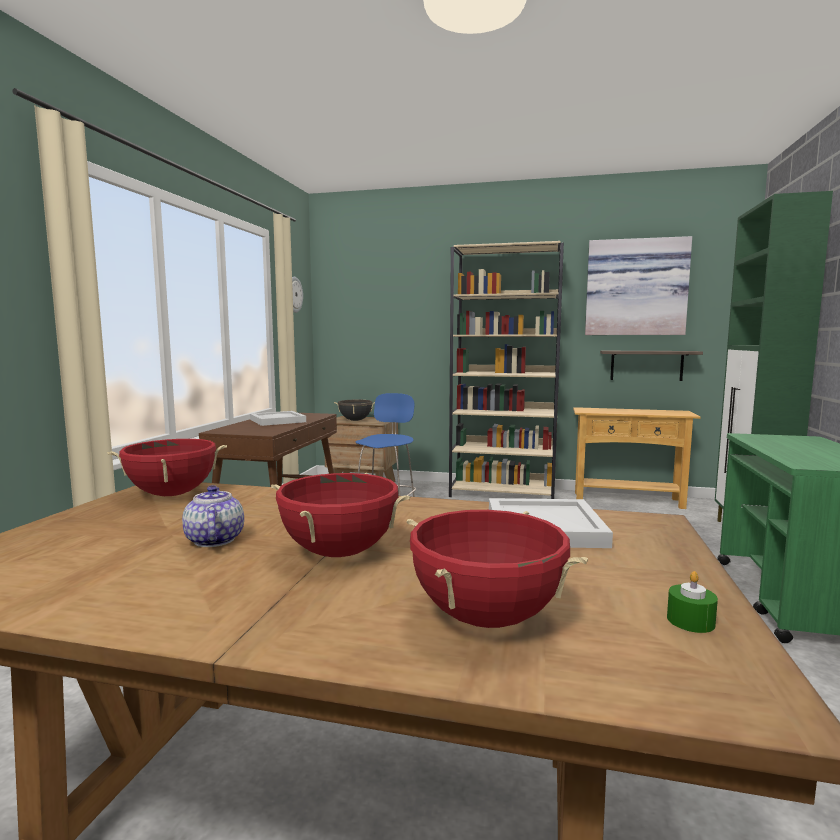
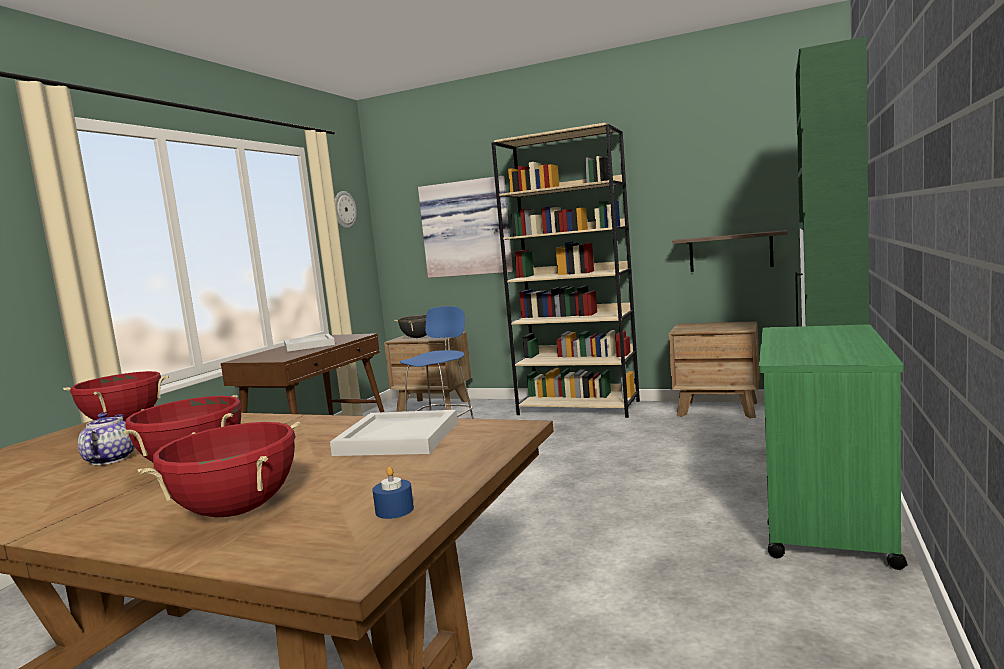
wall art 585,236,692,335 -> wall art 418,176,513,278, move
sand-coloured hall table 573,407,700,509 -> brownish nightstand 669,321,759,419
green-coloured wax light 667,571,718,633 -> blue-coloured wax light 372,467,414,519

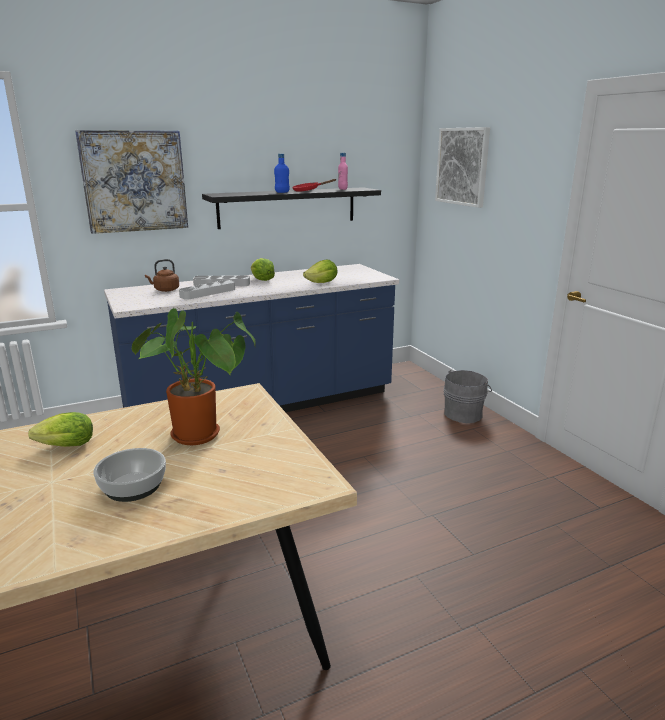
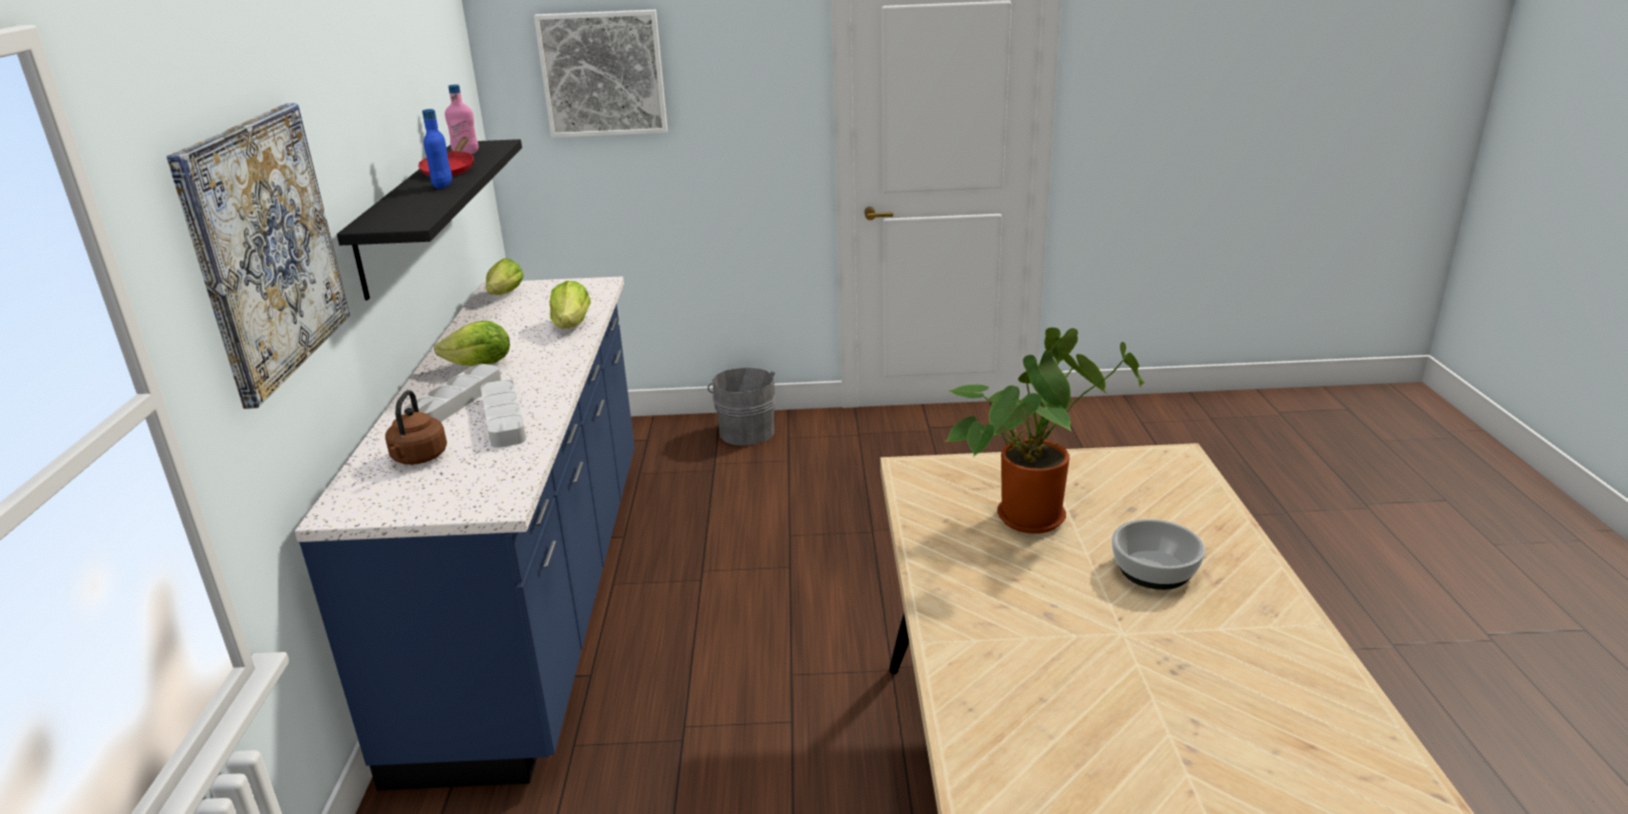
lettuce 28,412,93,447 -> lettuce 486,258,524,295, move

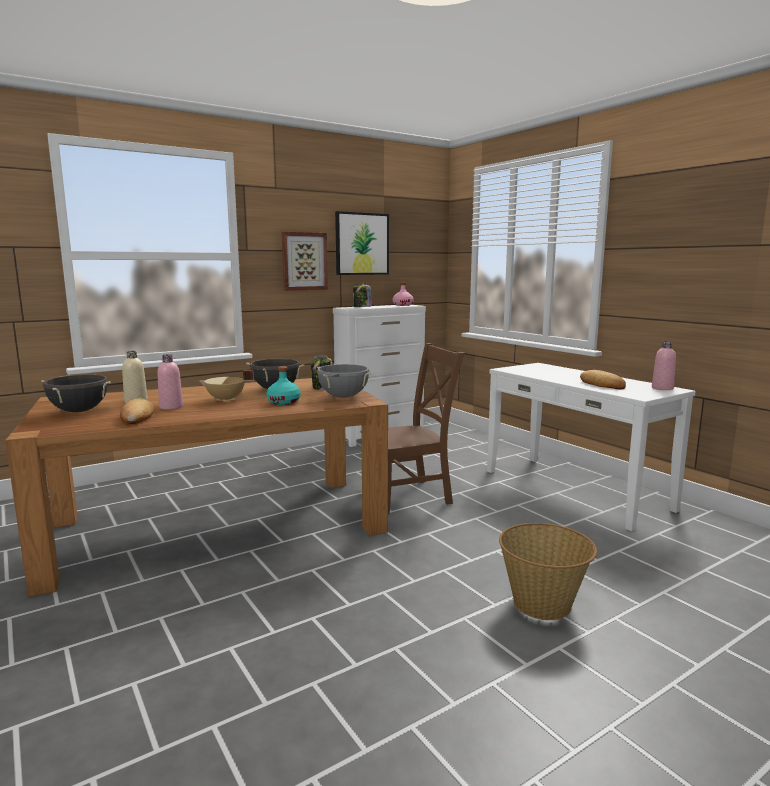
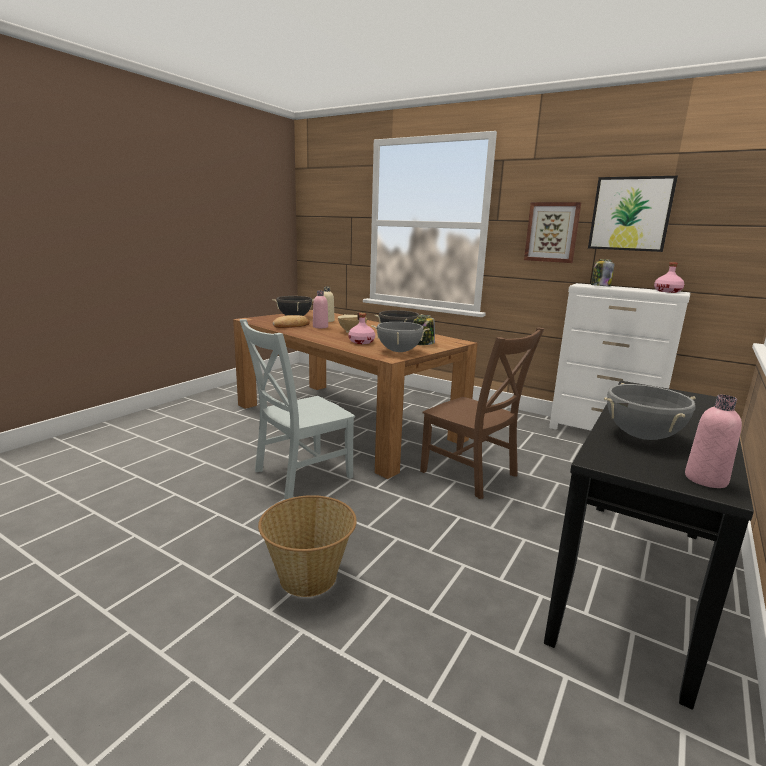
none -> greyish upright chair 239,319,355,499
bread 580,370,626,389 -> greyish saucepot 604,383,696,440
turquoise-coloured drink bottle 266,366,300,405 -> pinkish drink bottle 348,313,375,344
whitish hall table 487,363,696,531 -> black-coloured hall table 544,381,754,710

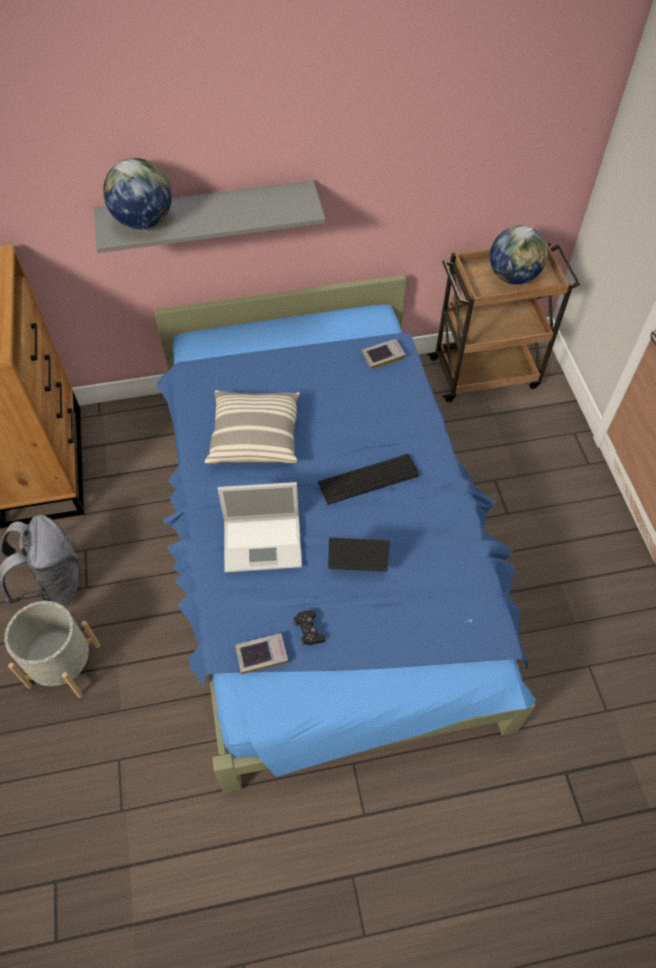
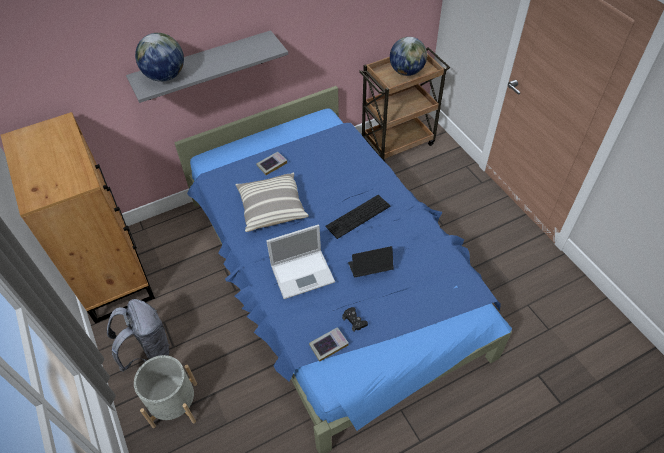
bound book 362,339,406,369 -> bound book 256,152,287,175, move

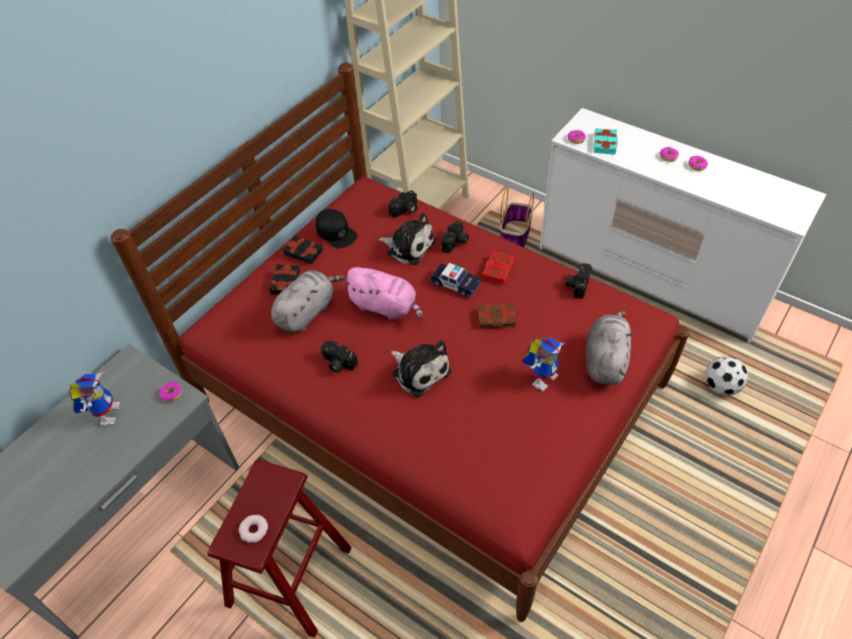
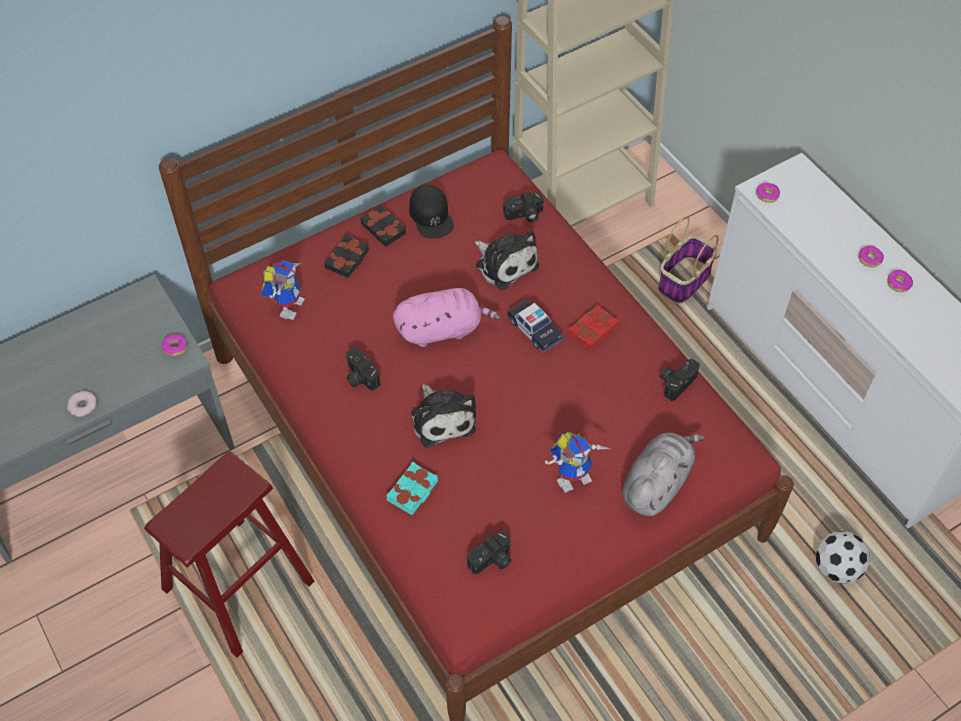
greyish cuddly toy 271,270,345,332 -> none
brownish bound book 478,304,516,328 -> none
robot figure 69,372,120,426 -> robot figure 261,260,305,320, move
donut 239,515,268,543 -> donut 67,391,97,417, move
still camera 442,221,469,253 -> still camera 467,531,511,574, move
turquoise-coloured bound book 594,128,618,155 -> turquoise-coloured bound book 386,462,438,515, move
pinkish cuddly toy 343,267,423,320 -> pinkish cuddly toy 393,288,501,347, 60 degrees counterclockwise

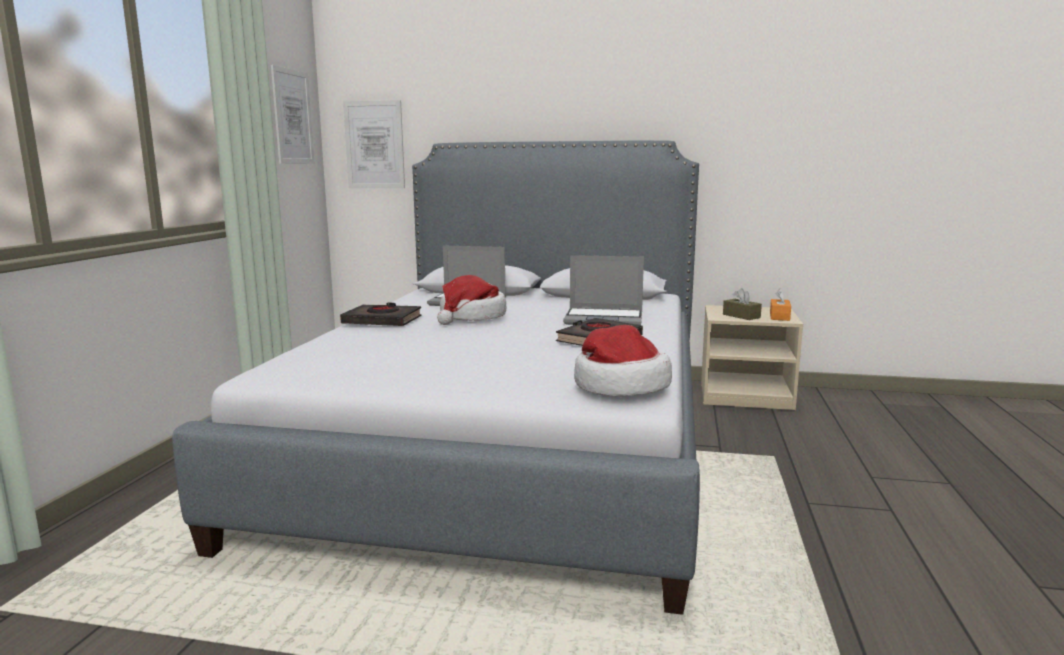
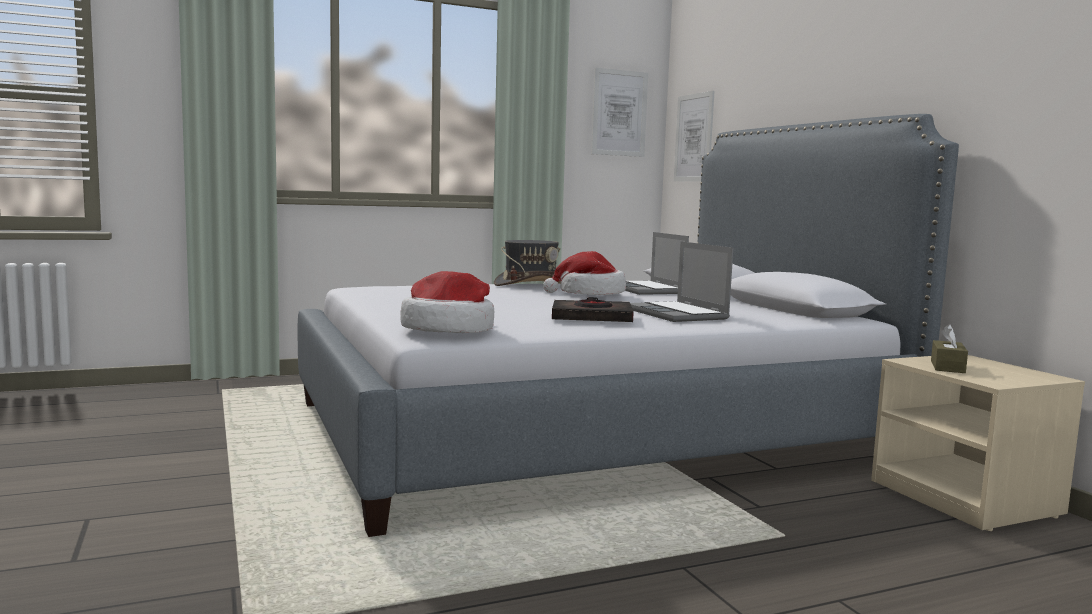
orange-coloured box of tissues 770,288,791,321 -> none
black-coloured bound book 340,302,422,326 -> greyish clothing hat 494,240,561,286

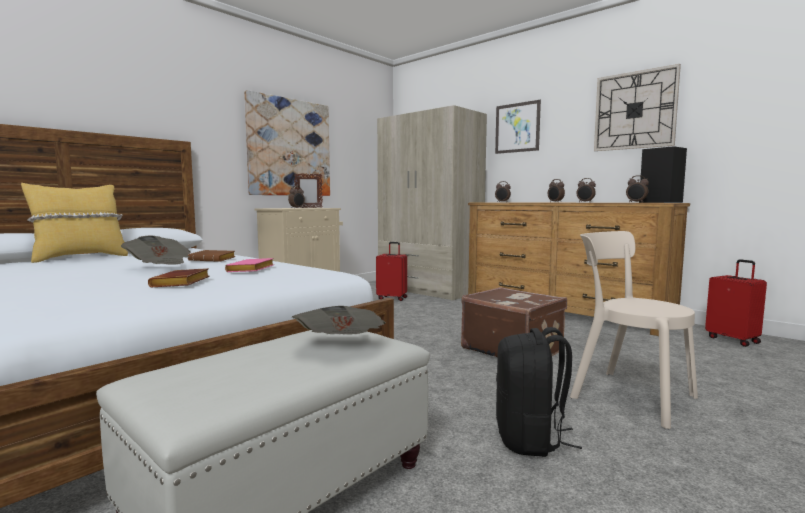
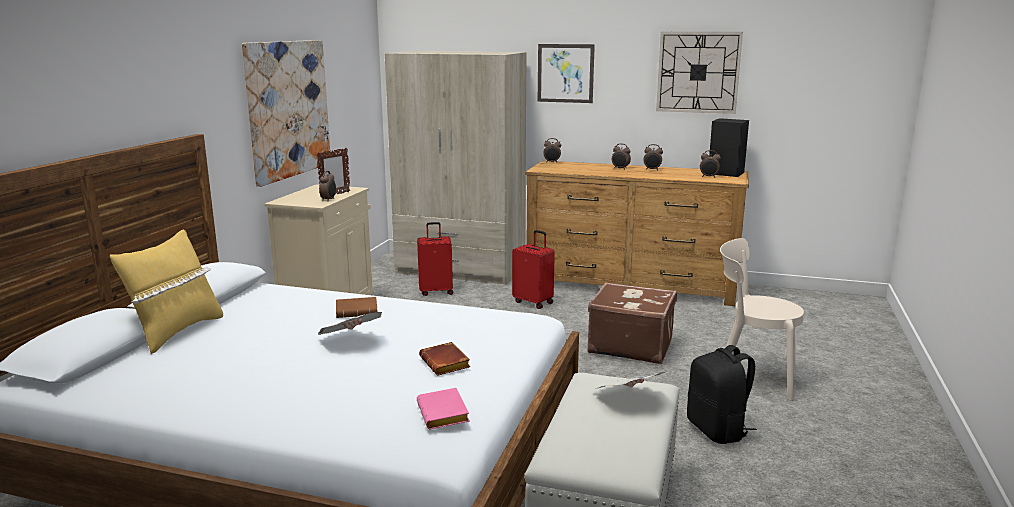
pinkish bound book 225,258,274,272 -> pinkish bound book 417,388,470,429, move
reddish travel case 705,259,767,347 -> reddish travel case 512,230,555,309, move

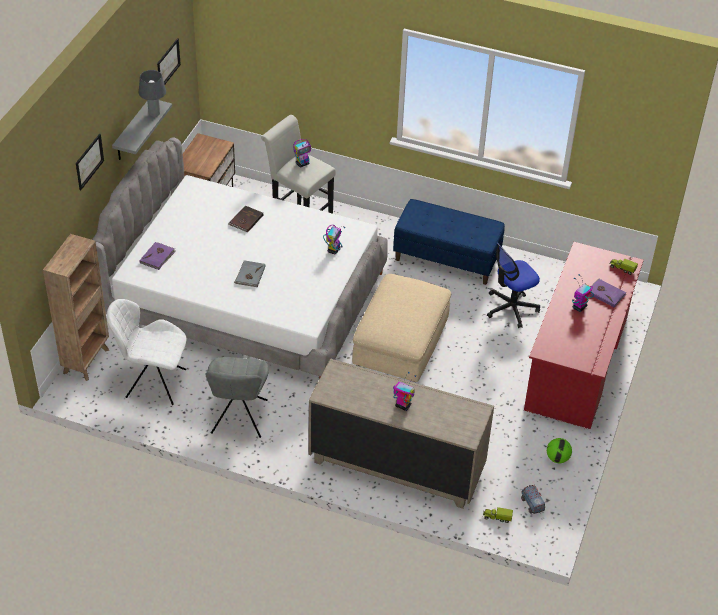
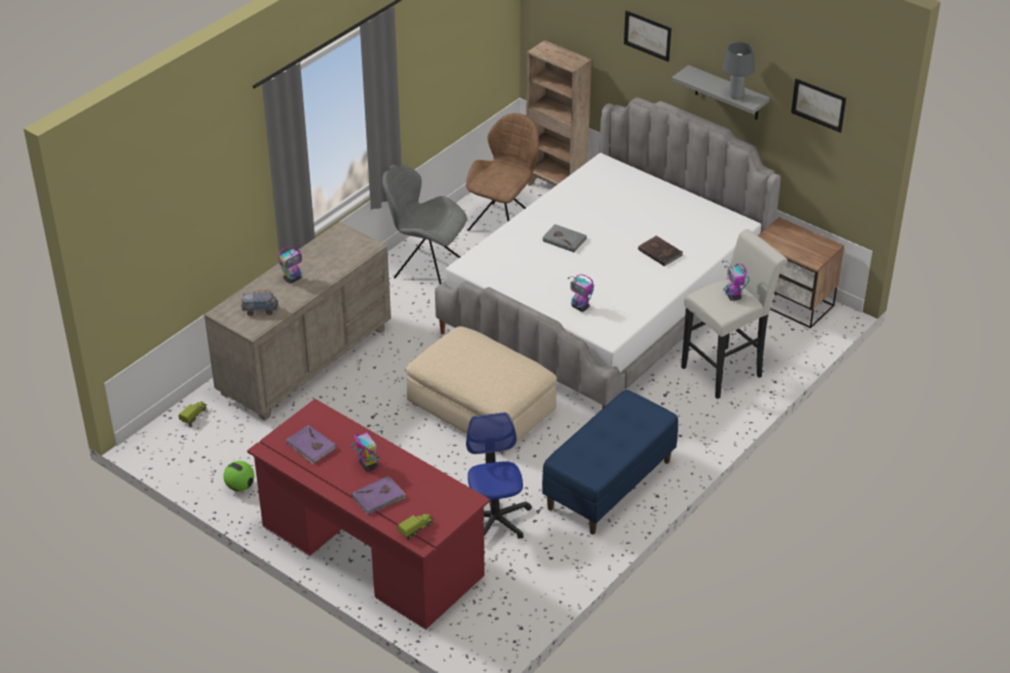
purple bound book 139,242,176,270 -> purple bound book 286,425,337,464, move
toy lorry 521,485,545,514 -> toy lorry 241,290,279,316, move
whitish upright chair 107,299,187,405 -> brownish upright chair 466,113,539,231

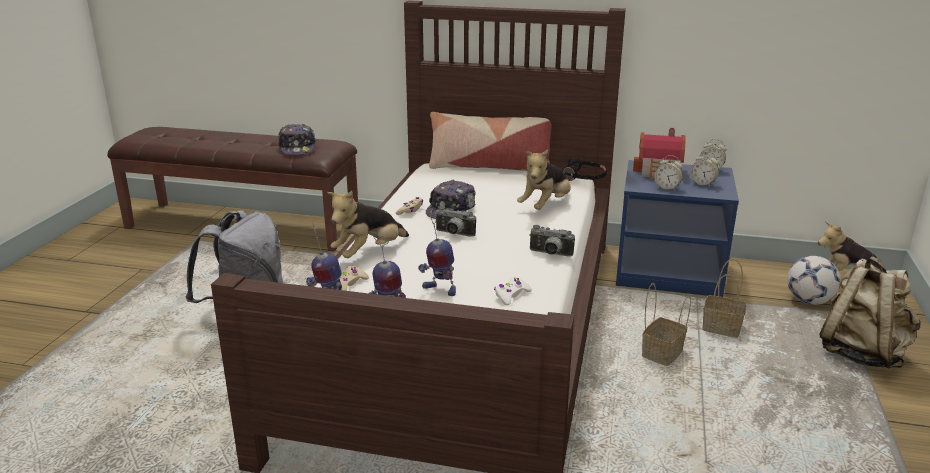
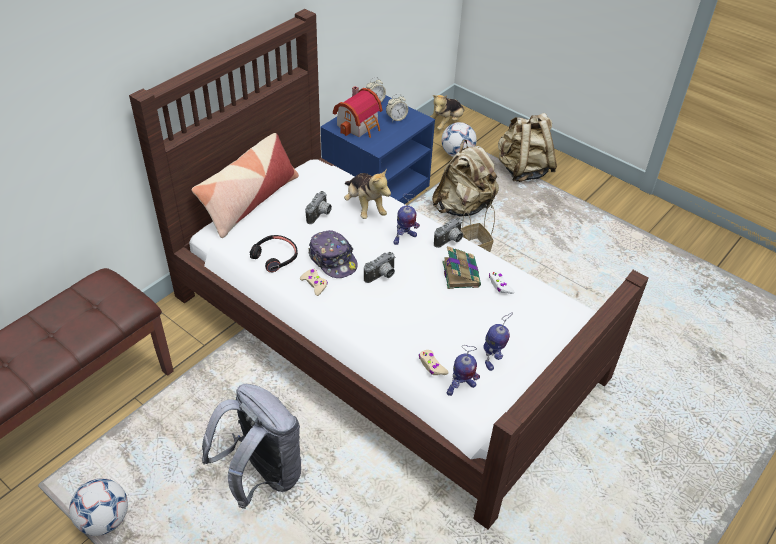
cap 278,124,316,155 -> none
cuddly toy 327,191,409,258 -> none
table clock 654,155,683,191 -> none
none -> football 69,478,128,536
none -> still camera 305,191,332,224
none -> bound book 442,246,481,289
robot figure 418,211,456,296 -> robot figure 393,194,420,245, move
black-coloured headphones 563,157,607,181 -> black-coloured headphones 250,235,298,272, move
basket 702,259,746,338 -> sand-coloured rucksack 432,140,499,217

